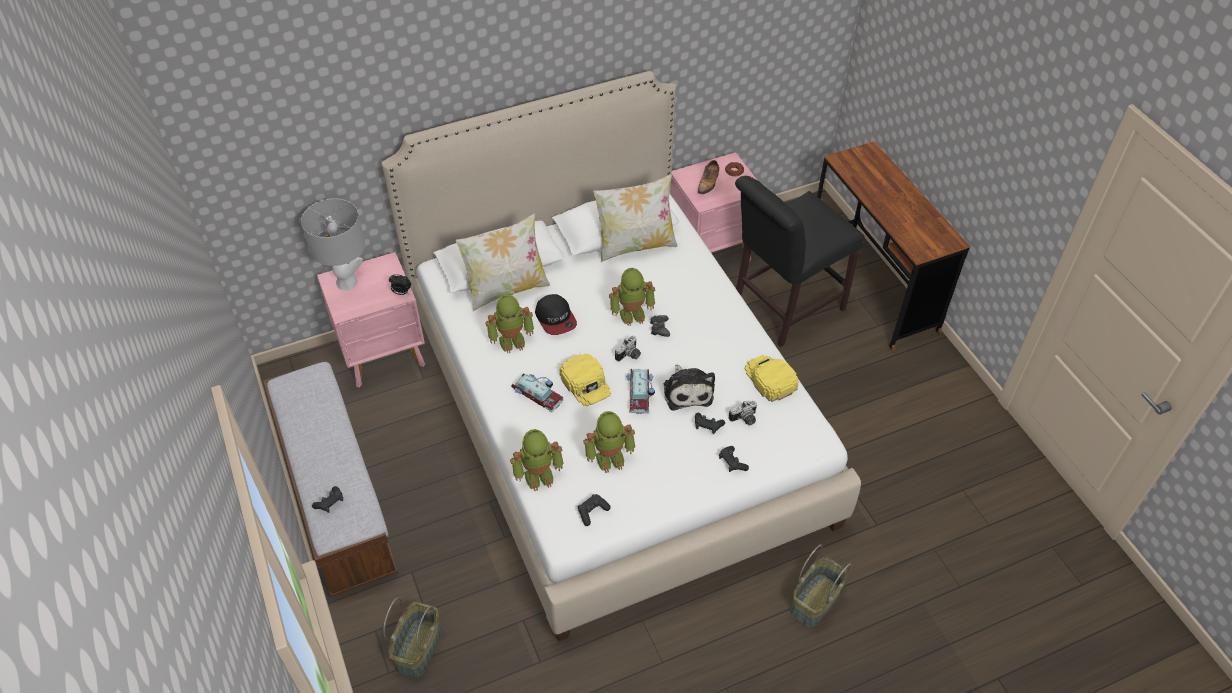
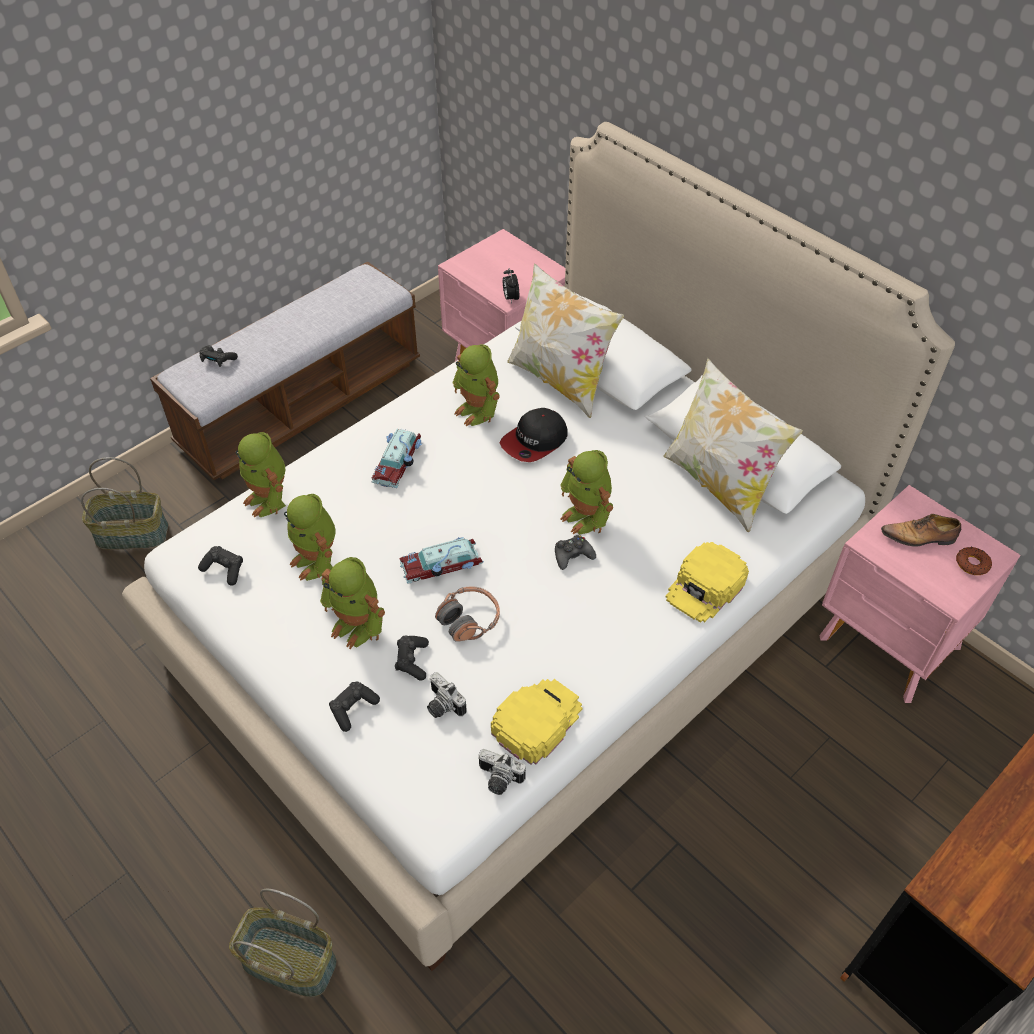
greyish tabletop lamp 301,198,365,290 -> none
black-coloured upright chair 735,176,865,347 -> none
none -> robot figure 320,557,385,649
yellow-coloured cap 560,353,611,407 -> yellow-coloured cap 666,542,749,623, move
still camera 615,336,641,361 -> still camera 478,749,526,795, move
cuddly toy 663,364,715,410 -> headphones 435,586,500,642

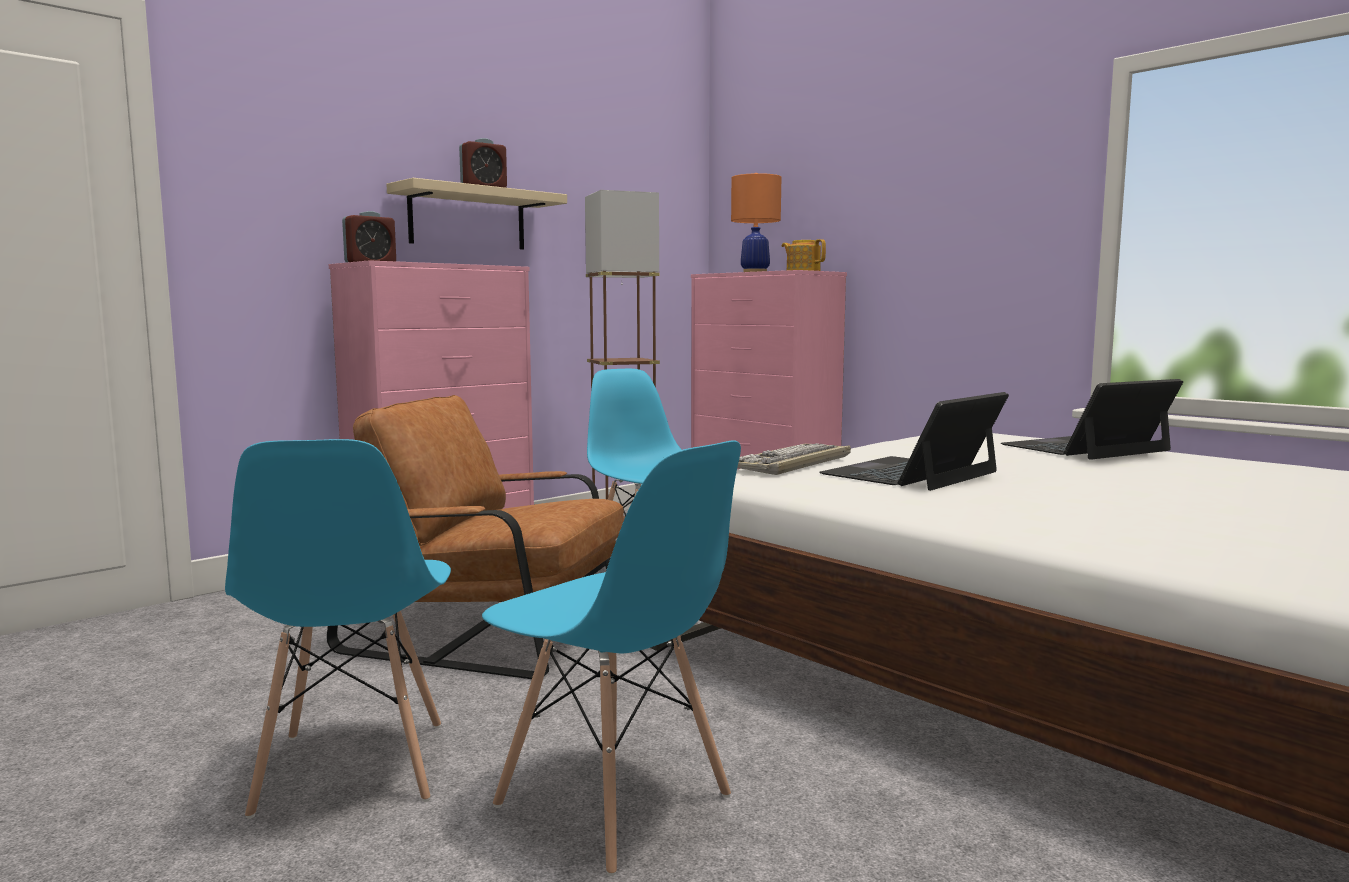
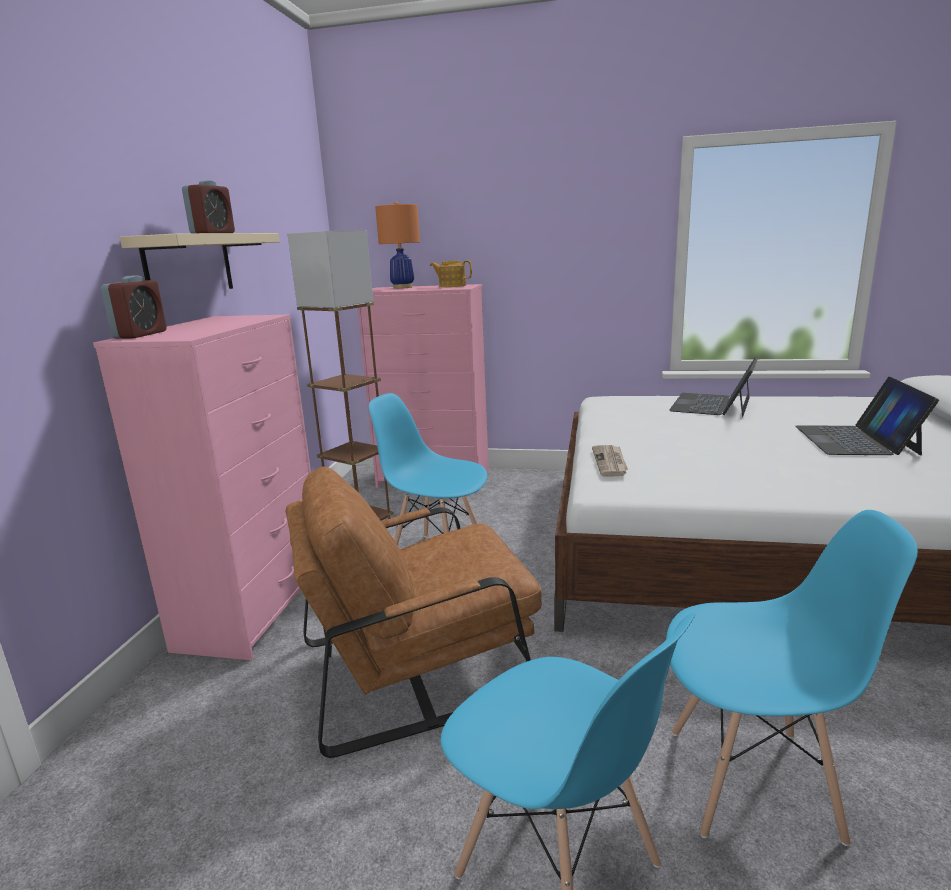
laptop 819,392,1009,491 -> laptop 795,377,939,455, move
computer keyboard 737,443,851,475 -> daily paper 592,445,628,476

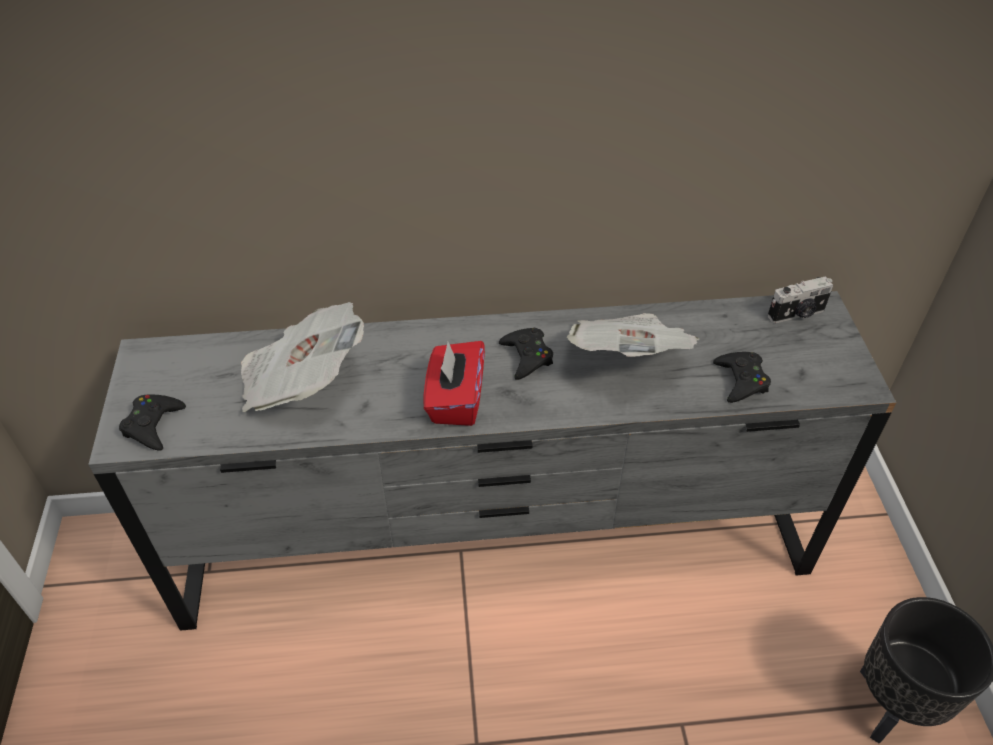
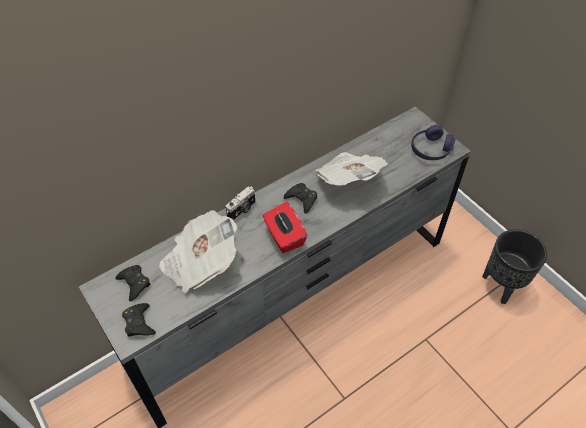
none -> purple headphones 411,125,455,160
black-coloured joypad 713,352,771,403 -> black-coloured joypad 115,265,151,301, move
still camera 767,276,833,323 -> still camera 226,186,255,221, move

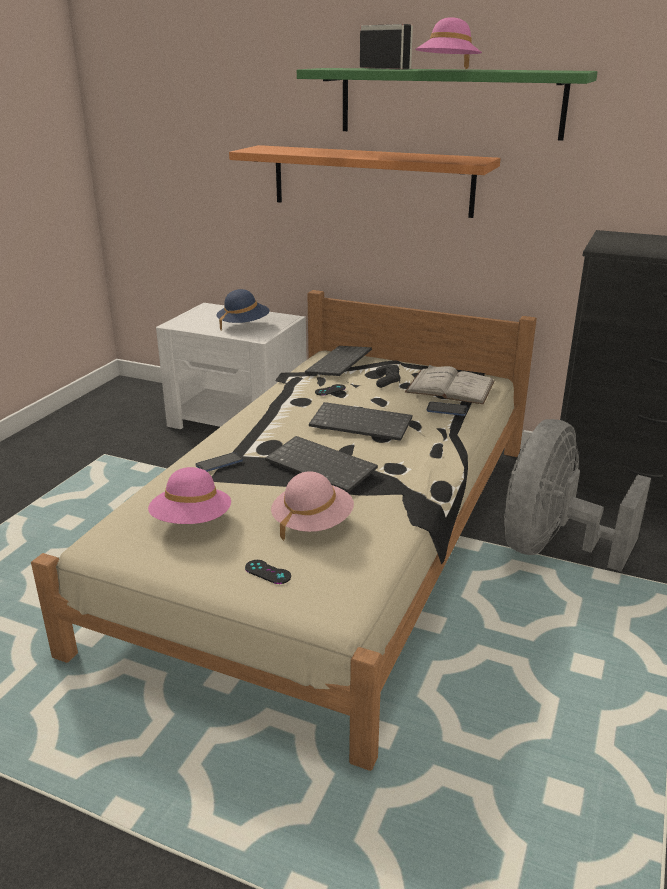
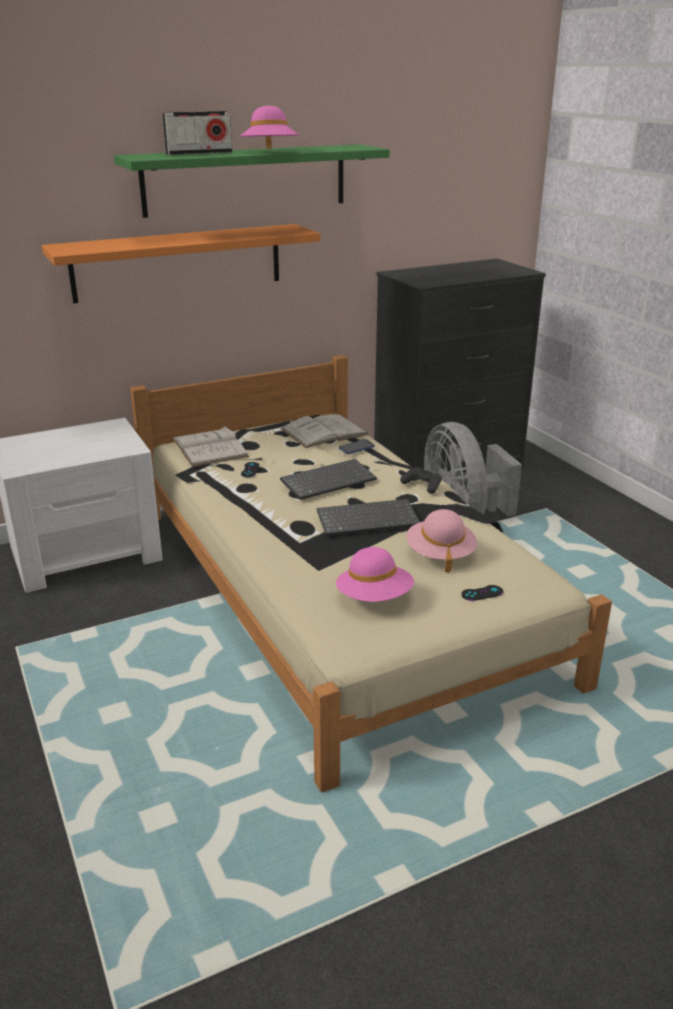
telephone 196,453,243,472 -> none
blue-coloured clothing hat 217,289,270,330 -> none
black-coloured joypad 375,365,401,388 -> black-coloured joypad 400,467,442,494, move
computer keyboard 305,346,372,376 -> whitish bound book 172,426,249,467
radio receiver 360,24,413,70 -> radio receiver 162,111,233,155, 150 degrees clockwise

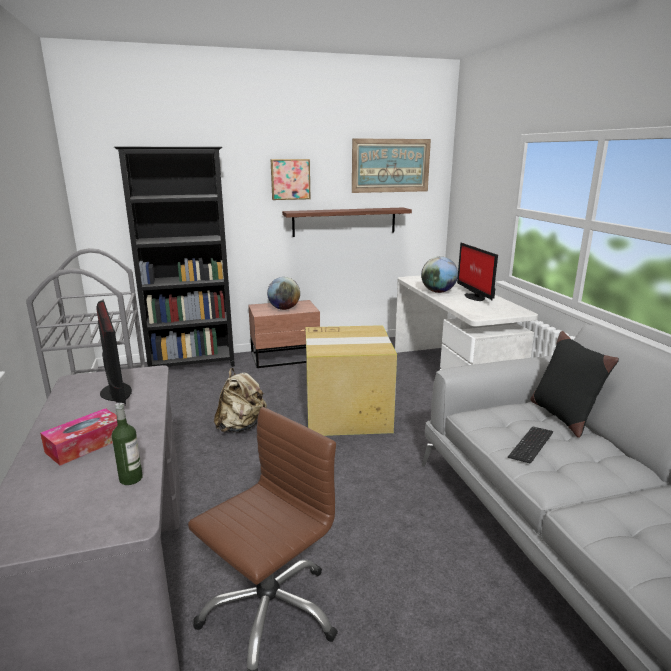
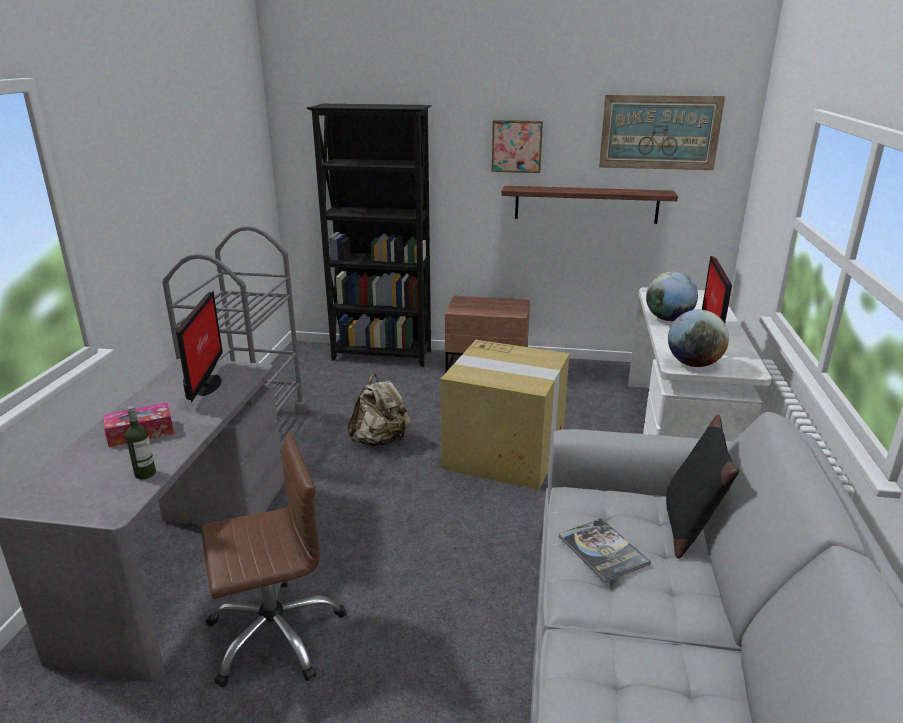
globe 267,277,300,310 -> globe 668,310,729,367, move
computer keyboard 508,427,553,464 -> bound book 558,519,651,582

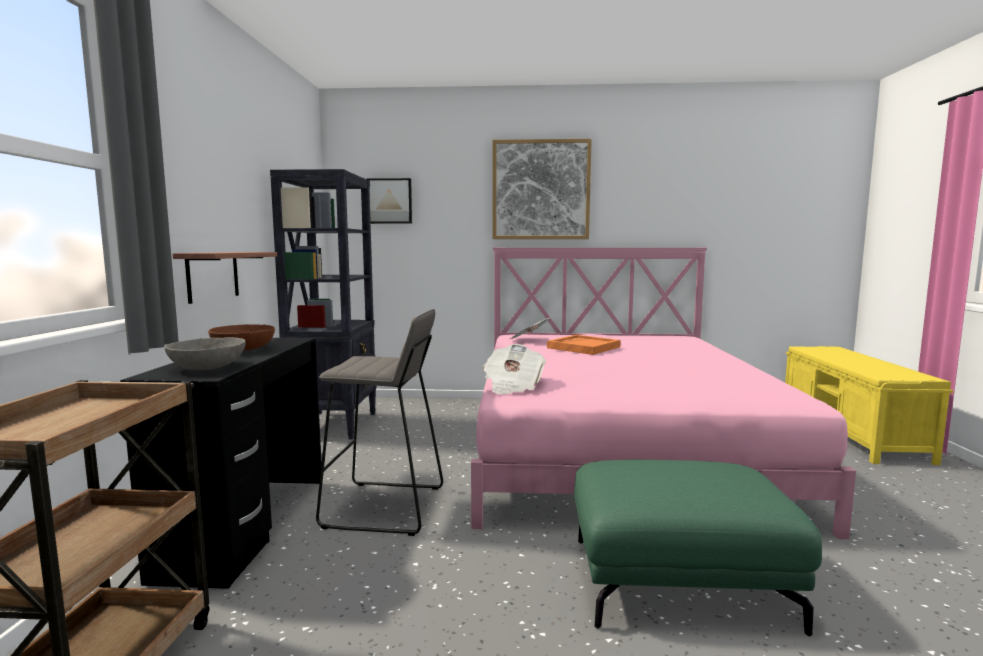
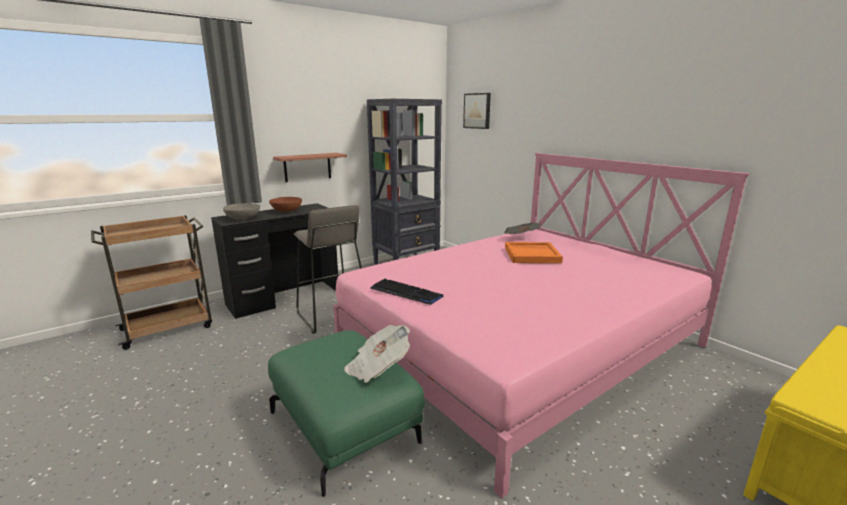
wall art 492,139,592,239 -> none
none -> computer keyboard 370,278,443,305
daily paper 483,344,546,394 -> daily paper 344,325,410,383, move

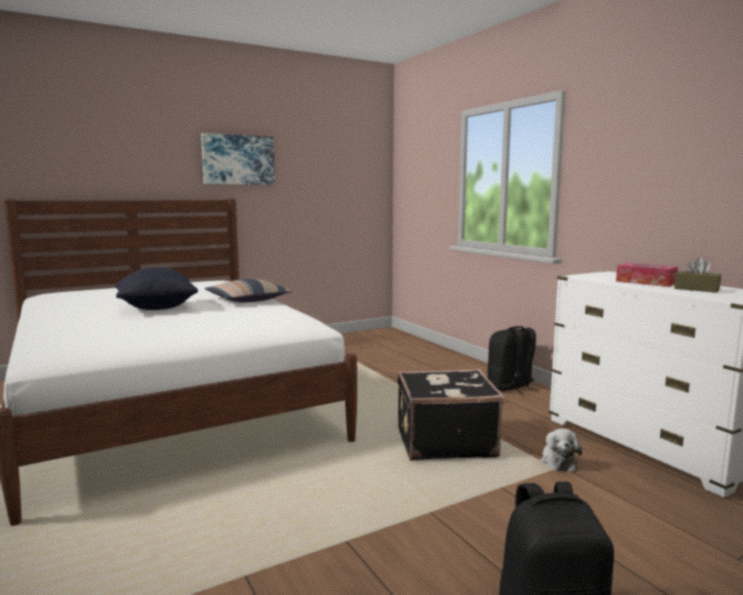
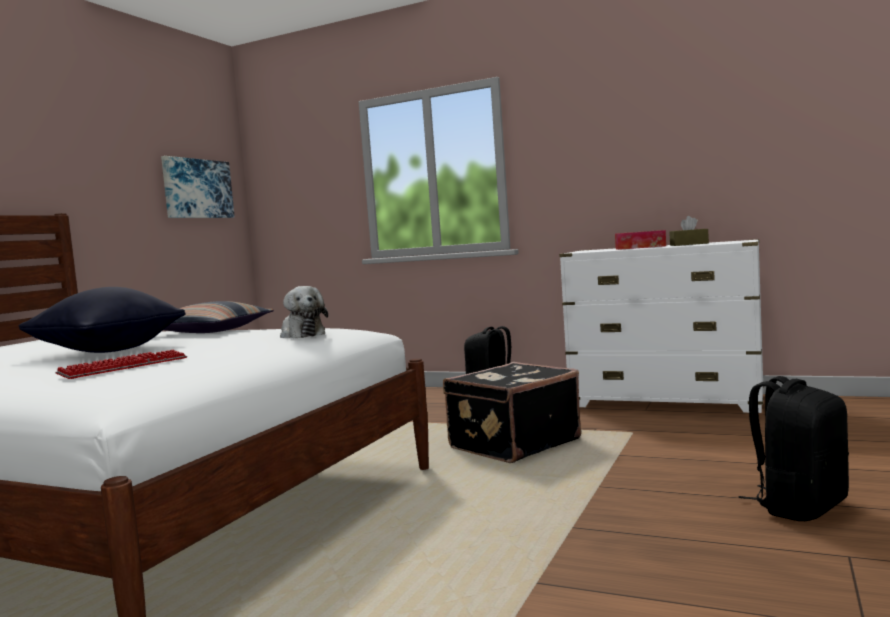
none -> computer keyboard 55,350,187,379
wall art 201,133,275,185 -> wall art 161,156,235,218, move
cuddly toy 540,428,582,472 -> cuddly toy 280,286,328,338, move

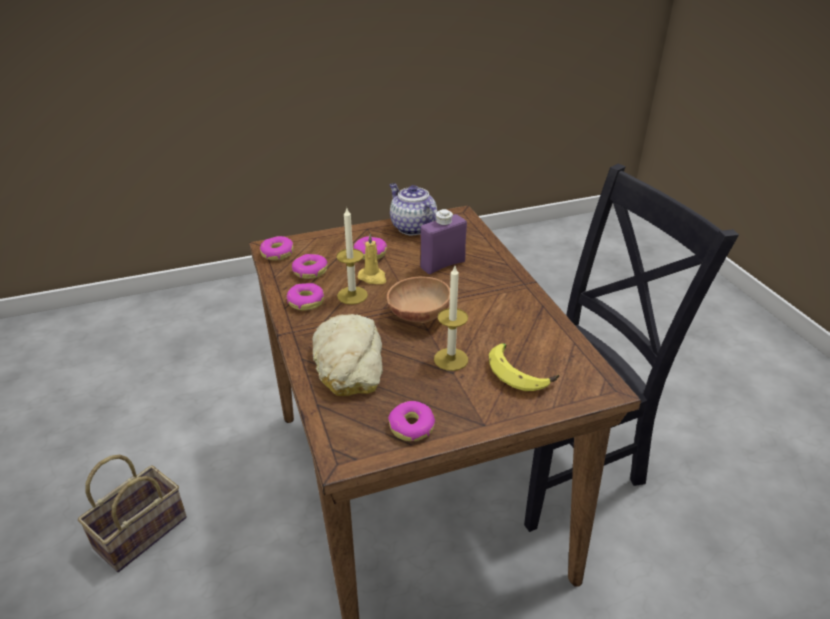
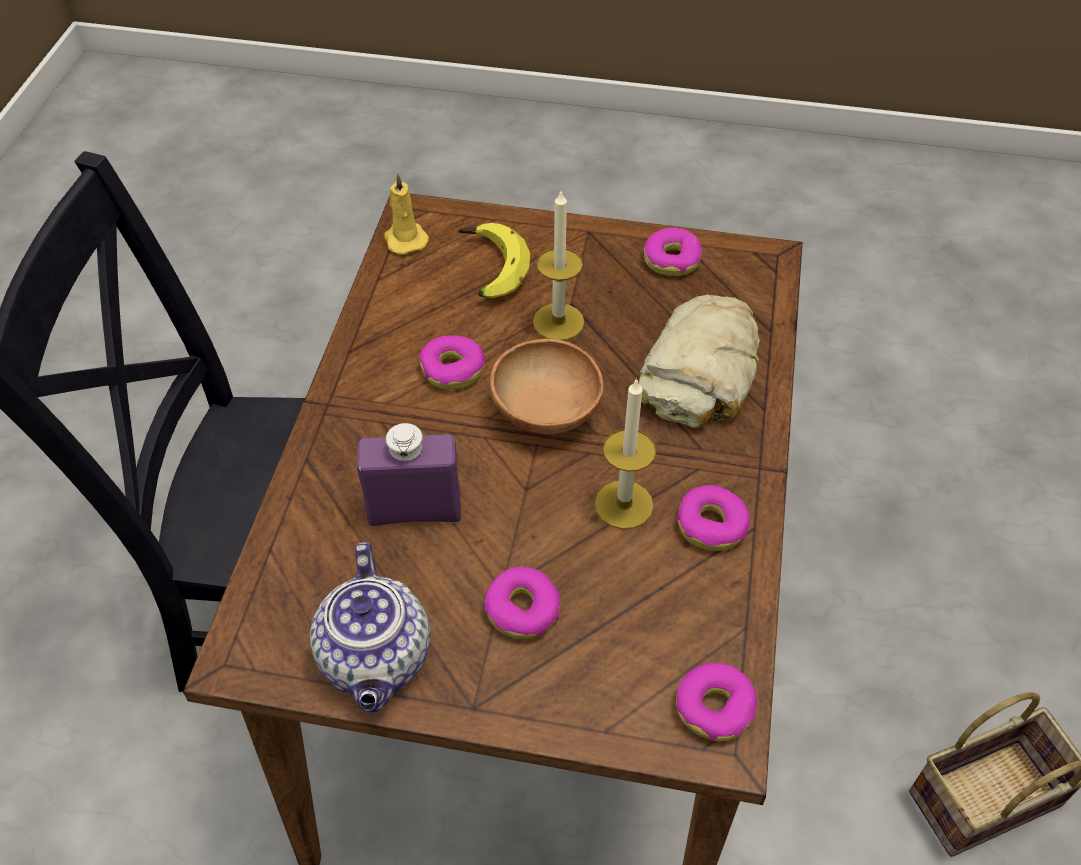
donut 292,254,328,279 -> donut 419,335,486,390, move
yellow-coloured wax light 358,234,386,284 -> yellow-coloured wax light 384,173,429,255, move

